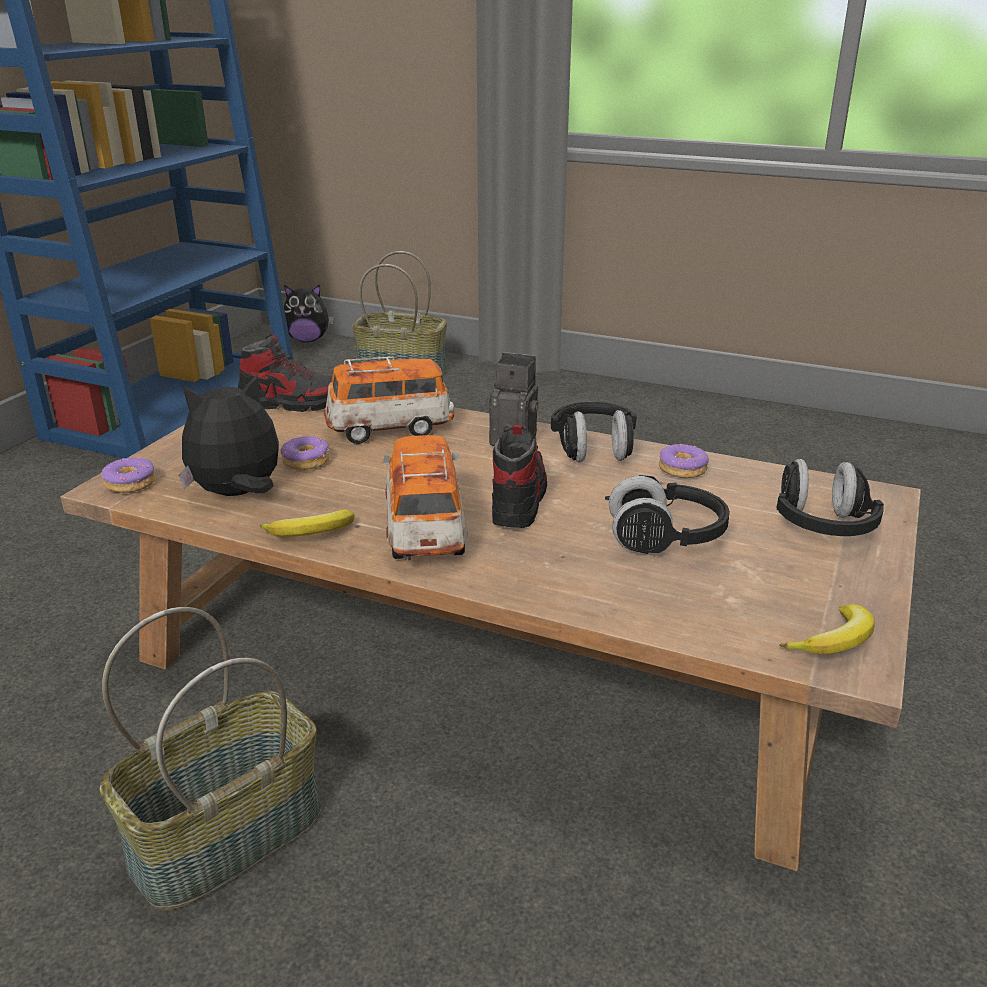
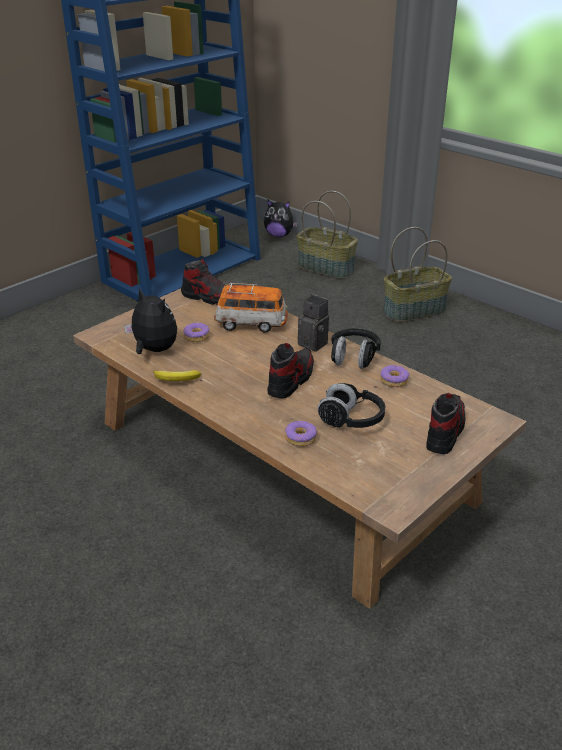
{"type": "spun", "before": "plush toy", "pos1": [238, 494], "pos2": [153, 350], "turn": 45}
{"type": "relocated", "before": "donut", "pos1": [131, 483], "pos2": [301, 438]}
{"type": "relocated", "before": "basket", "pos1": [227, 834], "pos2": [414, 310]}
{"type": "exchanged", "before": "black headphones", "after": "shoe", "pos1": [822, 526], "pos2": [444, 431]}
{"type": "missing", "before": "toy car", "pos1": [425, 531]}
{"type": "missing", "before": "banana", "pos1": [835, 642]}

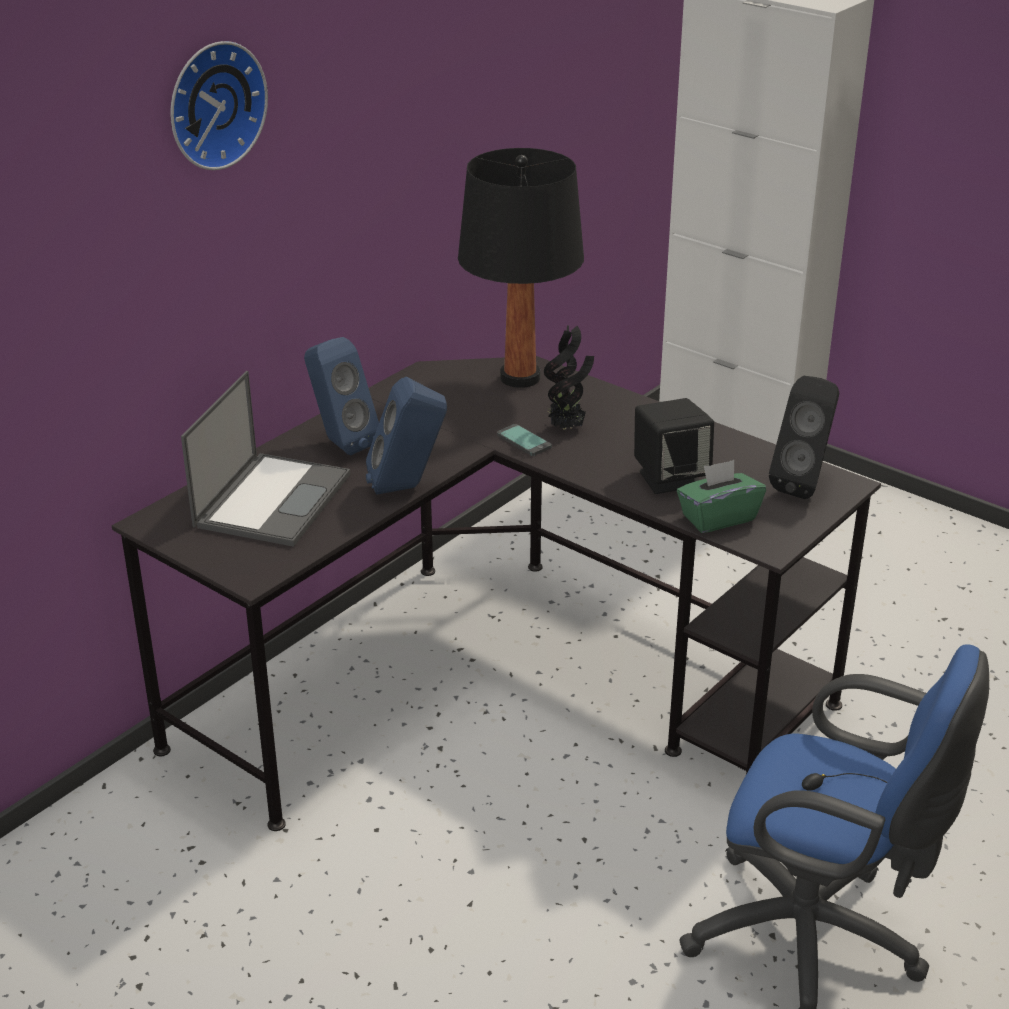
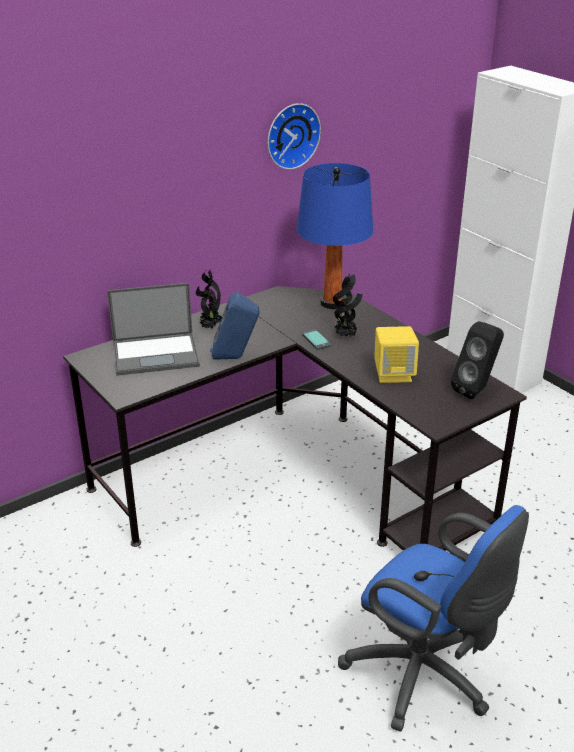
{"type": "spun", "before": "laptop", "pos1": [273, 499], "pos2": [157, 354], "turn": 45}
{"type": "exchanged", "before": "blue speaker", "after": "potted plant", "pos1": [340, 443], "pos2": [210, 327]}
{"type": "relocated", "before": "wall clock", "pos1": [212, 104], "pos2": [291, 135]}
{"type": "colour", "before": "black table lamp", "after": "blue table lamp", "pos1": [520, 378], "pos2": [332, 303]}
{"type": "colour", "before": "black speaker", "after": "yellow speaker", "pos1": [670, 478], "pos2": [394, 374]}
{"type": "missing", "before": "green tissue box", "pos1": [718, 518]}

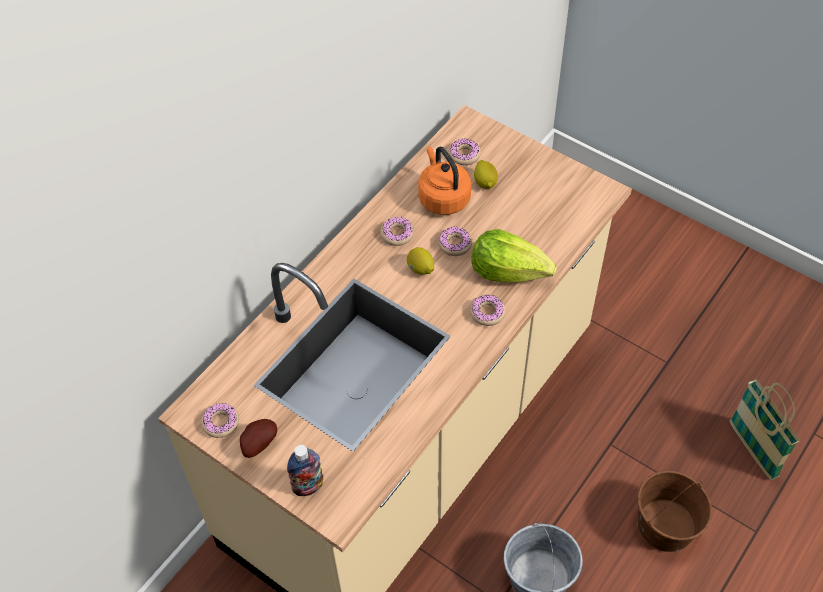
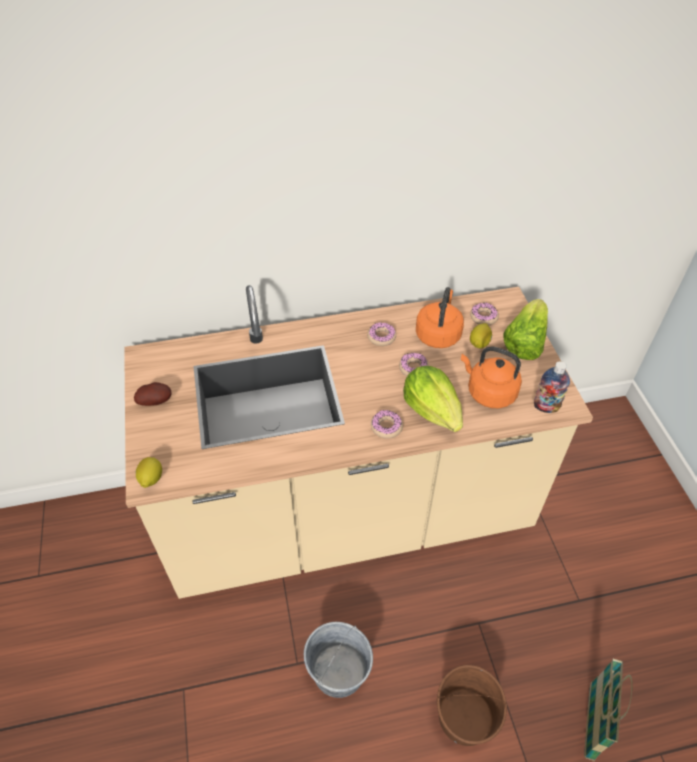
{"type": "relocated", "before": "lemon", "pos1": [420, 269], "pos2": [151, 479]}
{"type": "appeared", "after": "orange kettle", "pos2": [488, 392]}
{"type": "appeared", "after": "lettuce", "pos2": [524, 342]}
{"type": "relocated", "before": "bottle", "pos1": [308, 486], "pos2": [546, 407]}
{"type": "missing", "before": "donut", "pos1": [221, 423]}

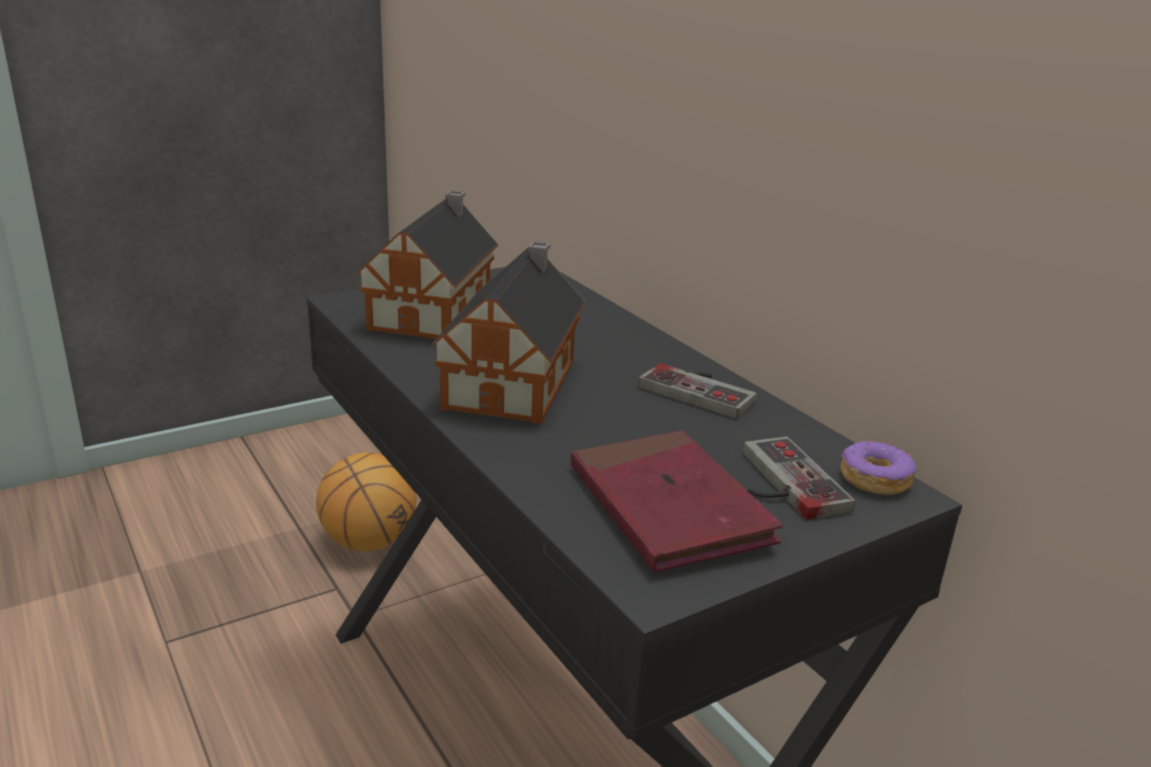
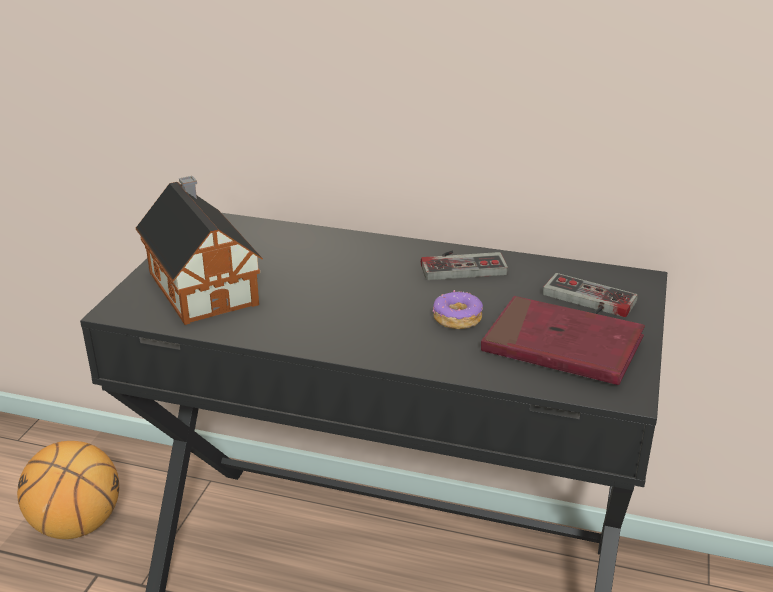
{"type": "relocated", "before": "donut", "pos1": [874, 479], "pos2": [457, 318]}
{"type": "missing", "before": "toy house", "pos1": [514, 381]}

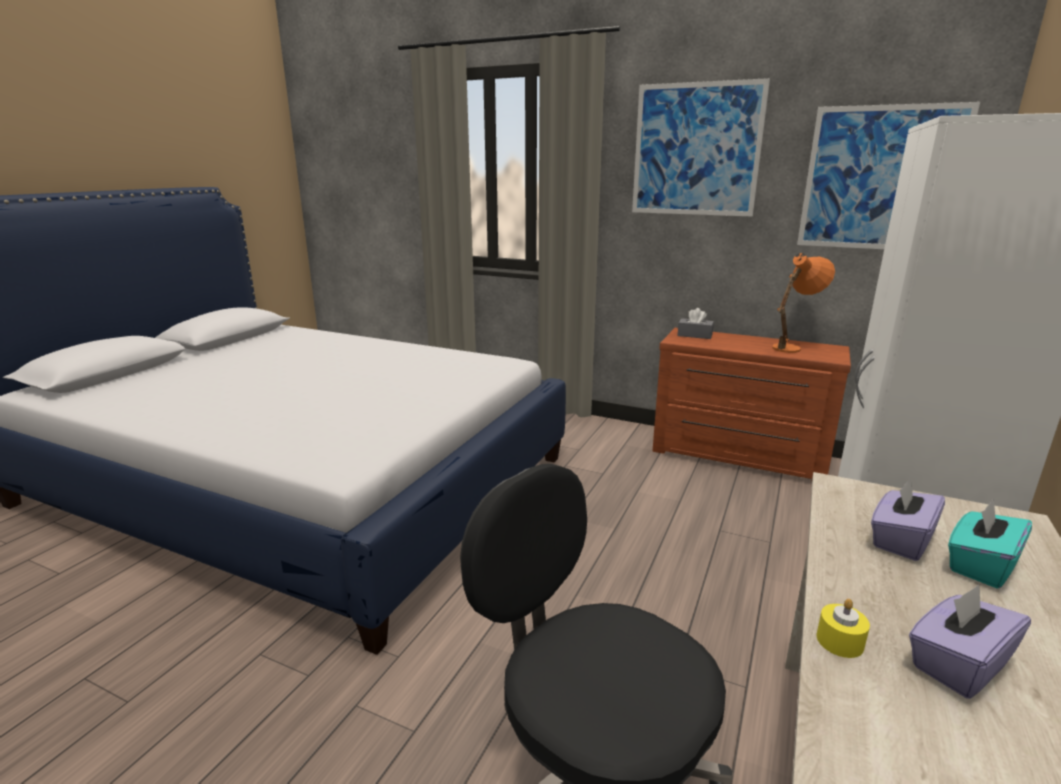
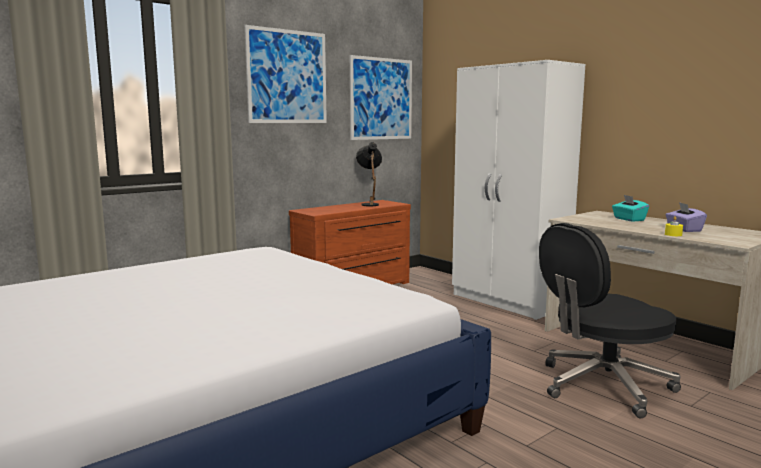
{"type": "colour", "before": "orange table lamp", "after": "black table lamp", "pos1": [793, 347], "pos2": [370, 204]}
{"type": "missing", "before": "grey tissue box", "pos1": [694, 335]}
{"type": "missing", "before": "purple tissue box", "pos1": [900, 540]}

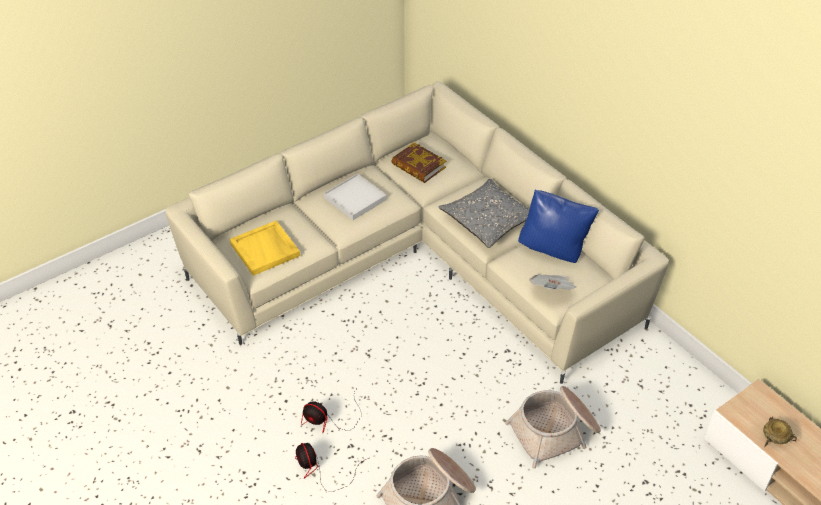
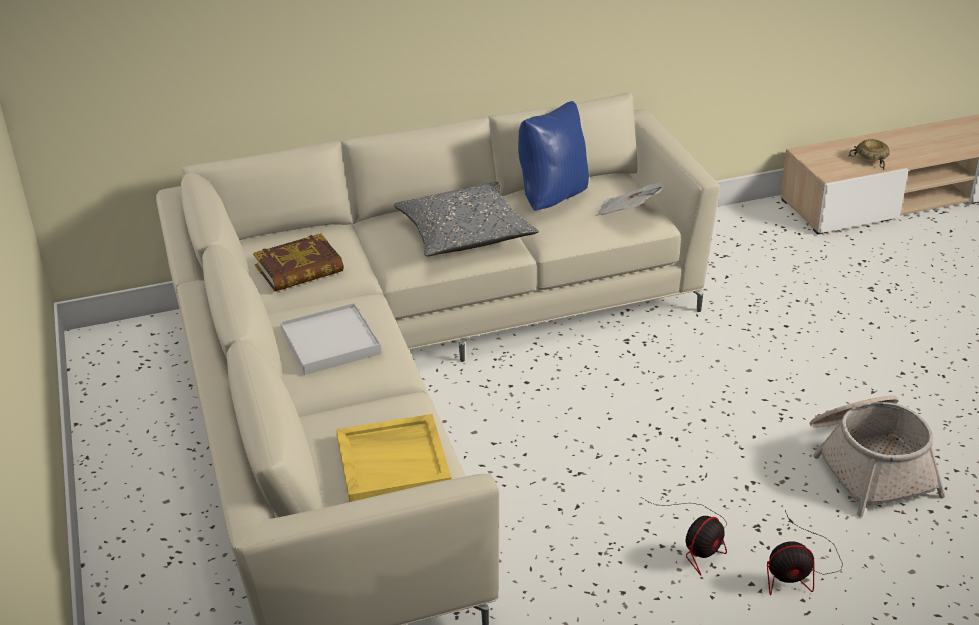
{"type": "missing", "before": "basket", "pos1": [555, 432]}

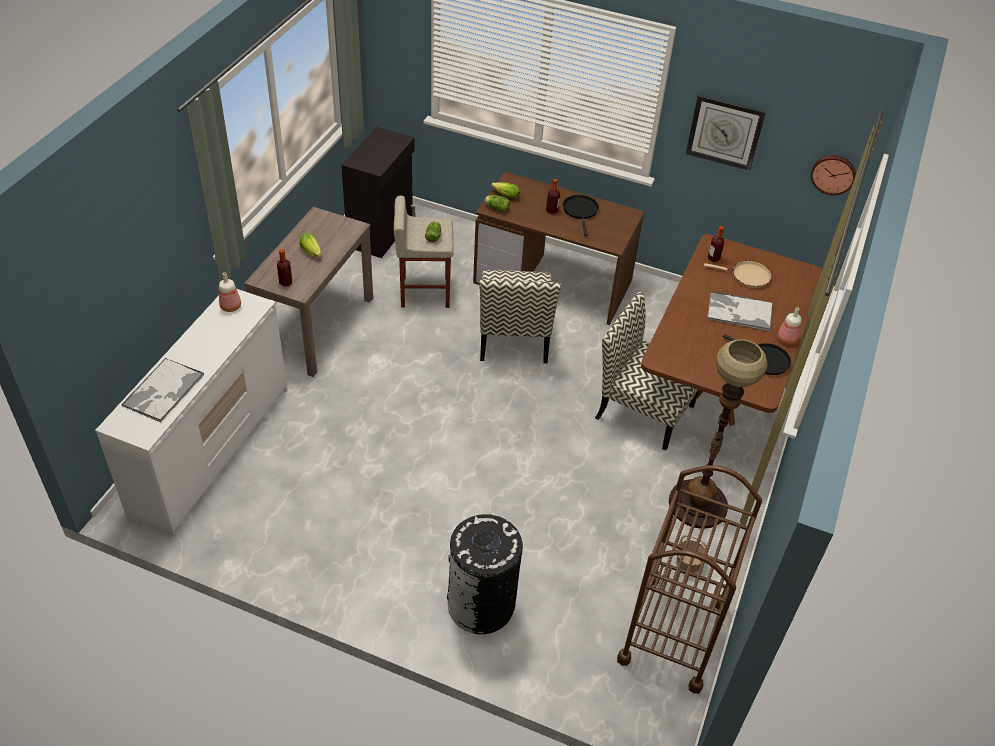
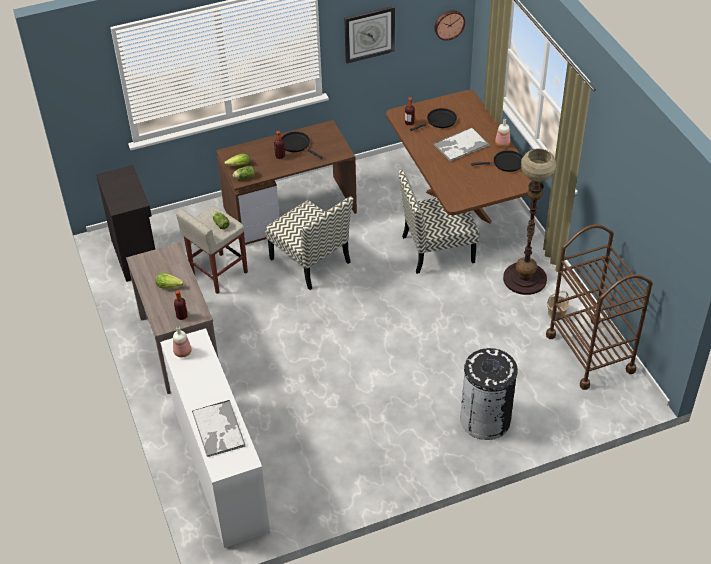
{"type": "colour", "before": "beige frying pan", "after": "black frying pan", "pos1": [747, 276], "pos2": [439, 121]}

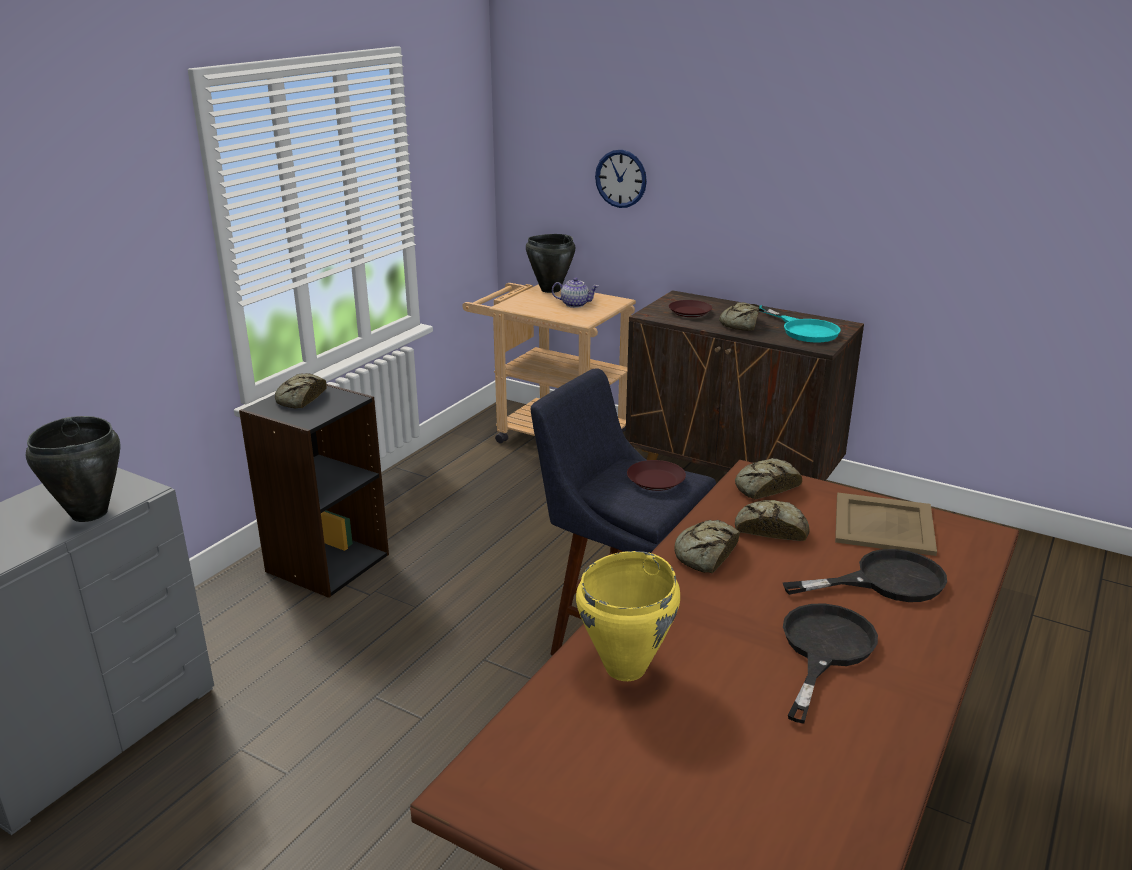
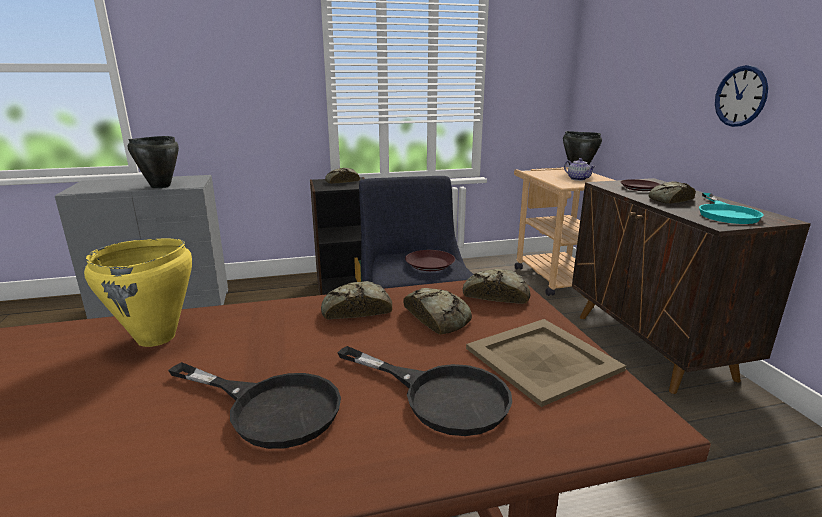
{"type": "spun", "before": "black frying pan", "pos1": [824, 650], "pos2": [270, 407], "turn": 45}
{"type": "relocated", "before": "wall clock", "pos1": [621, 178], "pos2": [740, 96]}

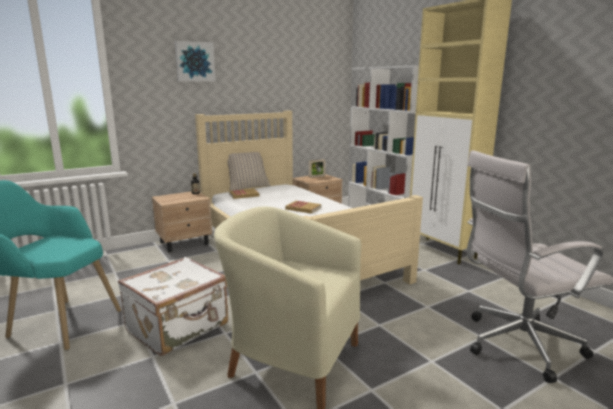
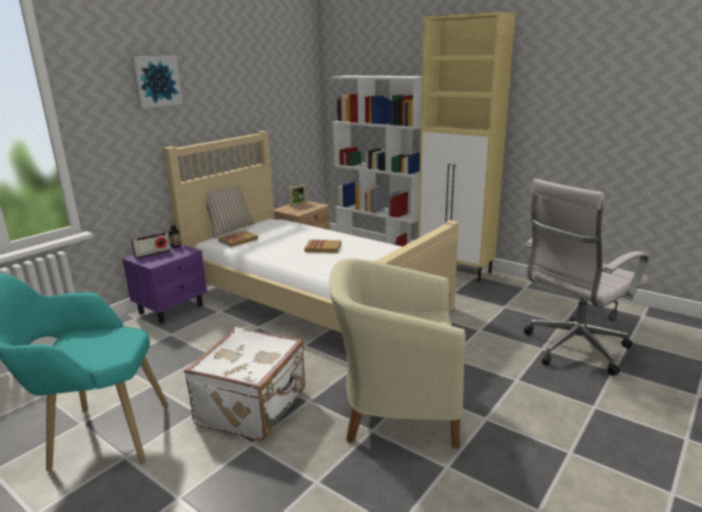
{"type": "colour", "before": "beige nightstand", "after": "purple nightstand", "pos1": [185, 243], "pos2": [172, 308]}
{"type": "appeared", "after": "radio", "pos2": [152, 254]}

